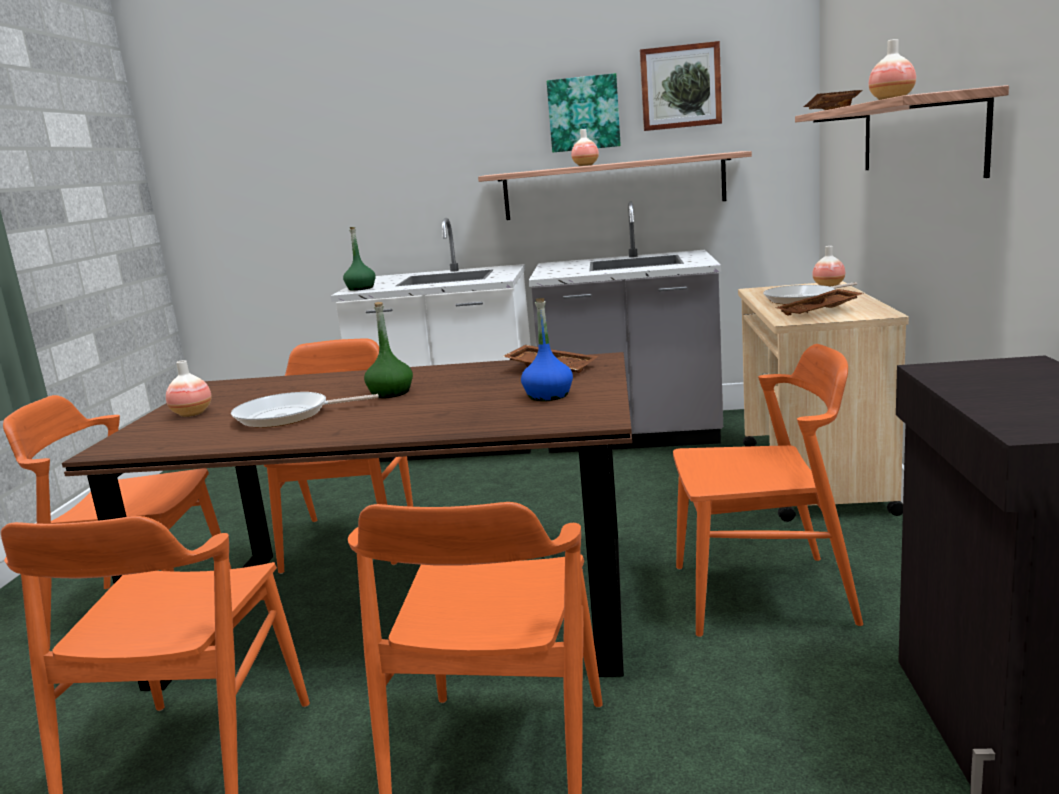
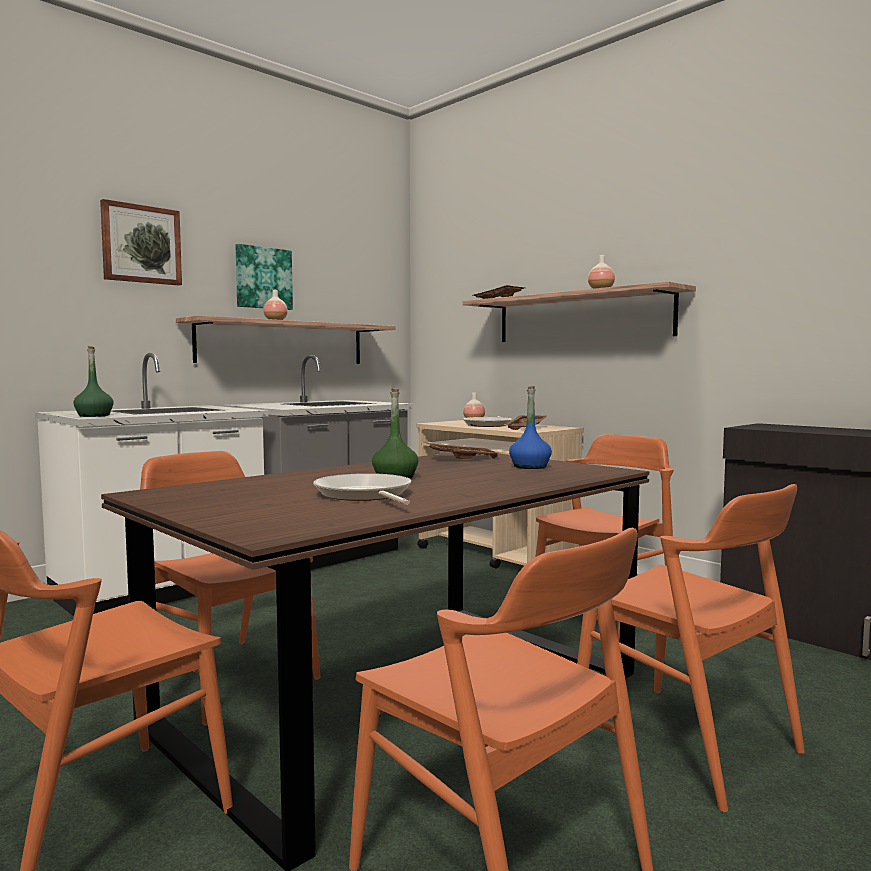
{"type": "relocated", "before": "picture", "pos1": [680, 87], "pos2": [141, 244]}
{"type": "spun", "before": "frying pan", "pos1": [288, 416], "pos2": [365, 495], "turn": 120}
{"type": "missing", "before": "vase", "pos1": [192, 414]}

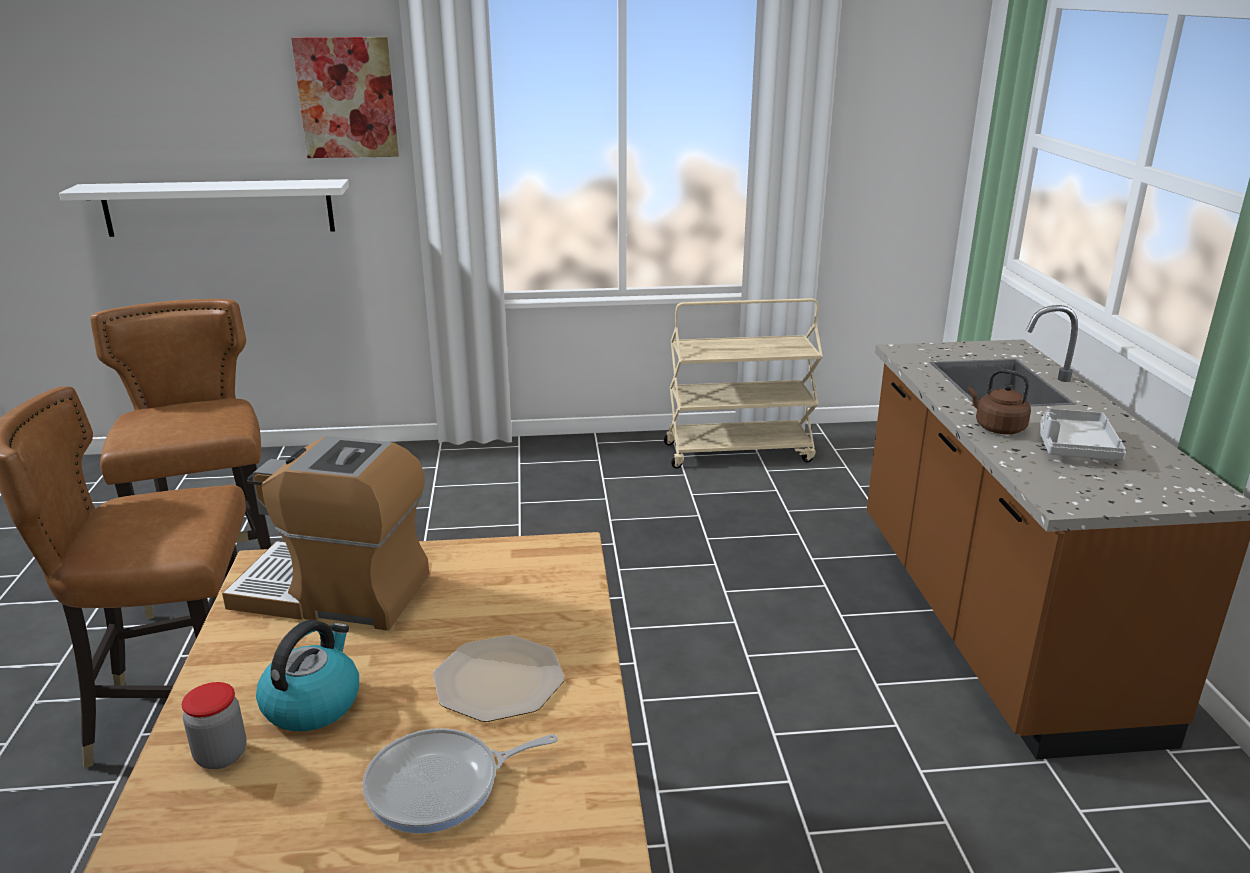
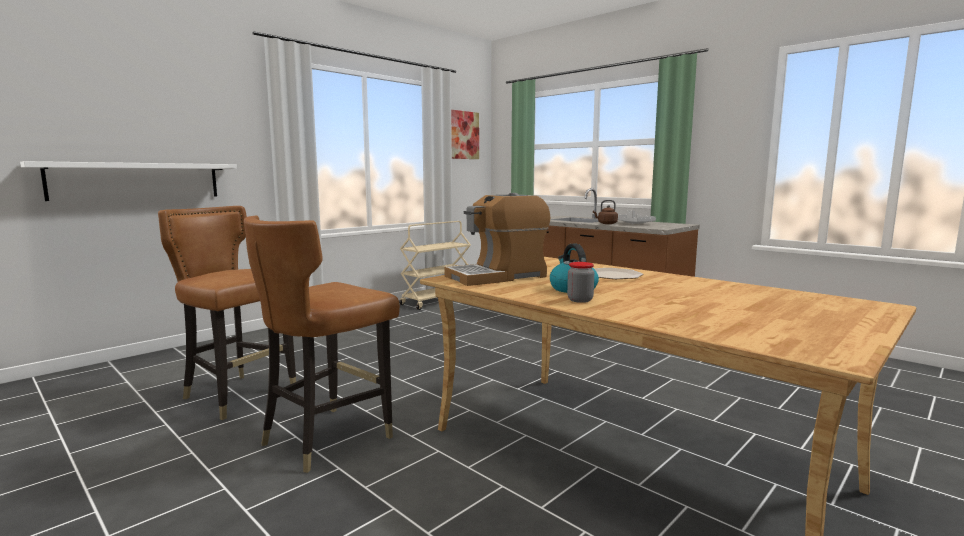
{"type": "relocated", "before": "picture", "pos1": [347, 98], "pos2": [464, 135]}
{"type": "missing", "before": "frying pan", "pos1": [441, 786]}

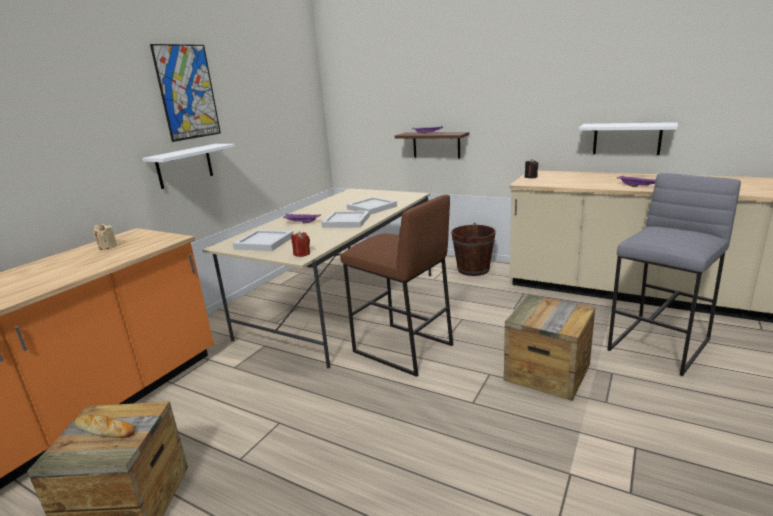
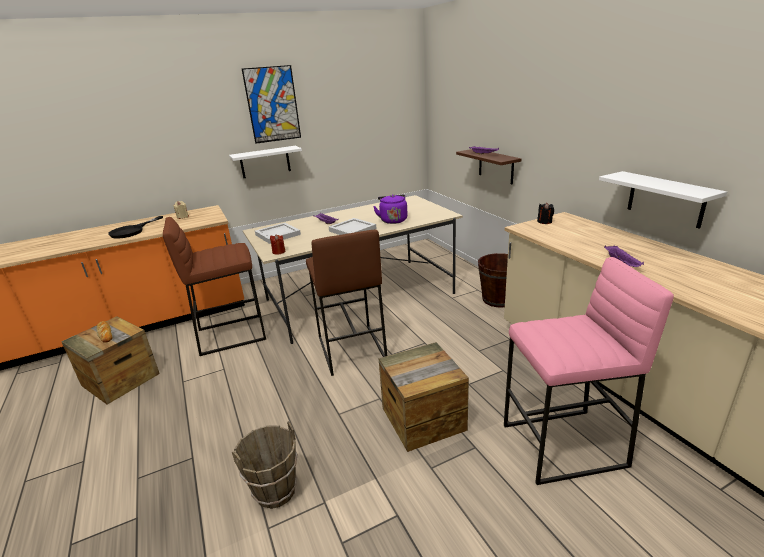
{"type": "appeared", "after": "black frying pan", "pos2": [132, 231]}
{"type": "appeared", "after": "brown stool", "pos2": [231, 334]}
{"type": "appeared", "after": "brown bucket", "pos2": [275, 491]}
{"type": "exchanged", "before": "white tray", "after": "purple kettle", "pos1": [372, 207], "pos2": [393, 220]}
{"type": "colour", "before": "grey stool", "after": "pink stool", "pos1": [660, 345], "pos2": [563, 446]}

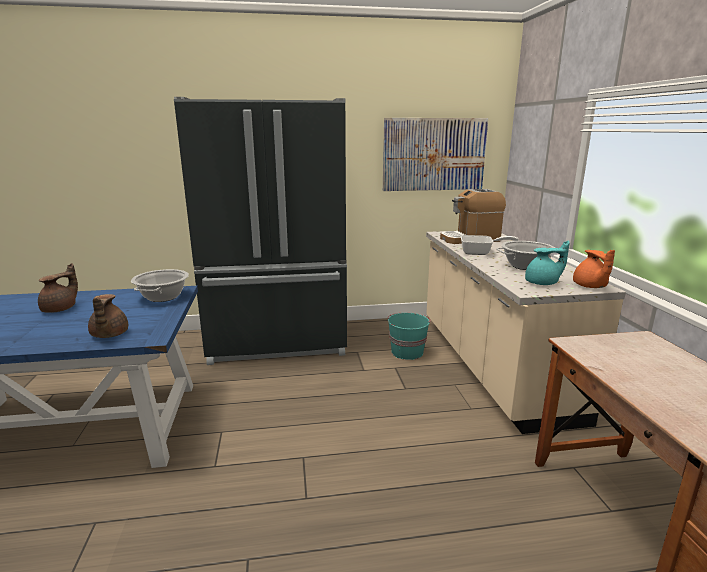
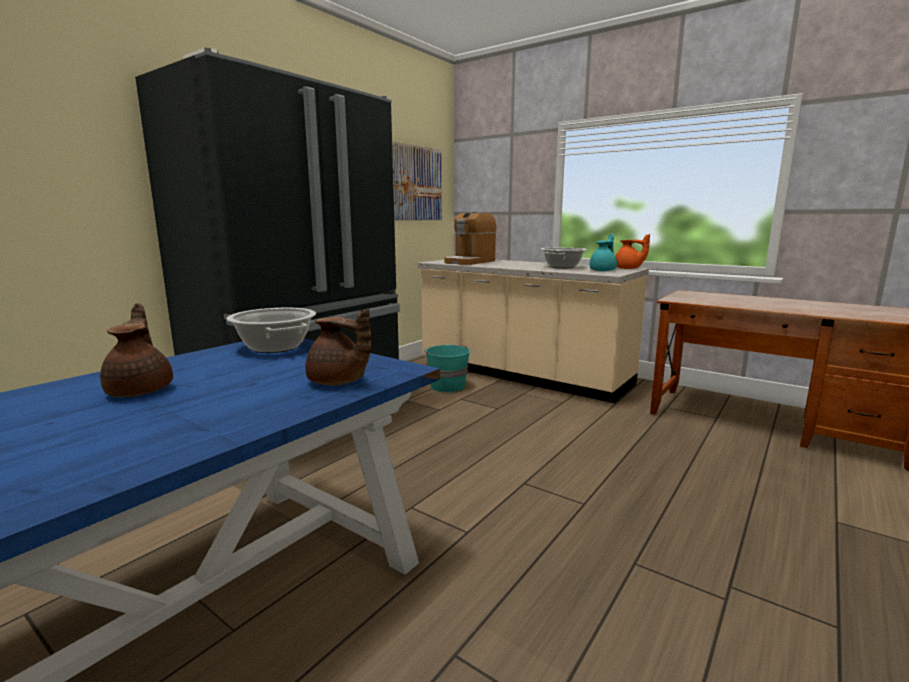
{"type": "missing", "before": "frying pan", "pos1": [480, 253]}

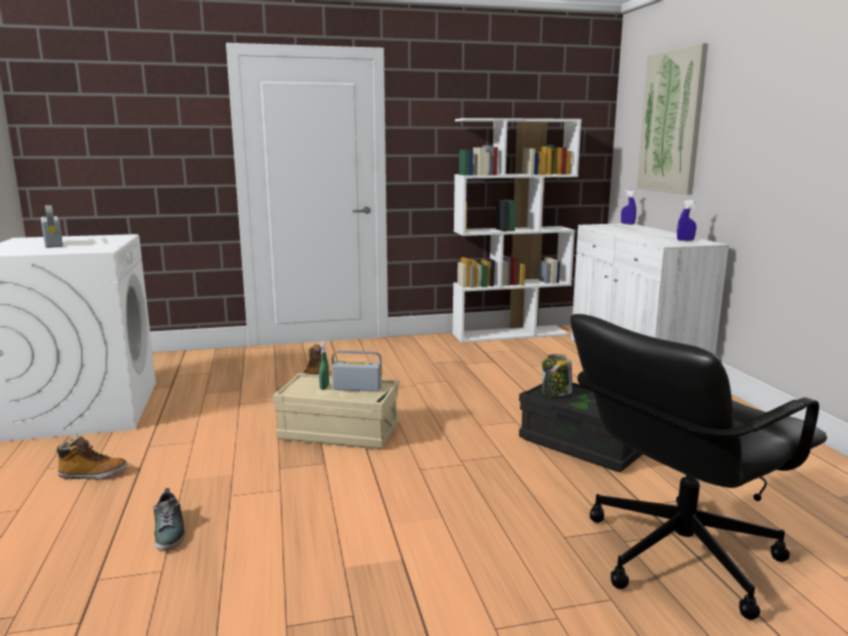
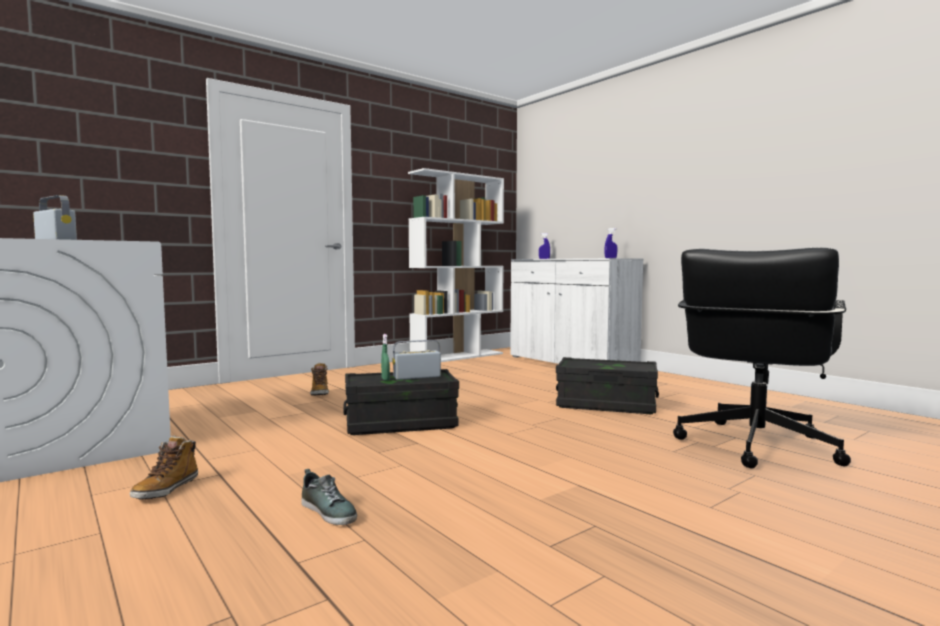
{"type": "spun", "before": "boot", "pos1": [93, 475], "pos2": [166, 489], "turn": 135}
{"type": "colour", "before": "beige storage box", "after": "black storage box", "pos1": [339, 432], "pos2": [400, 423]}
{"type": "missing", "before": "jar", "pos1": [556, 393]}
{"type": "missing", "before": "picture", "pos1": [671, 122]}

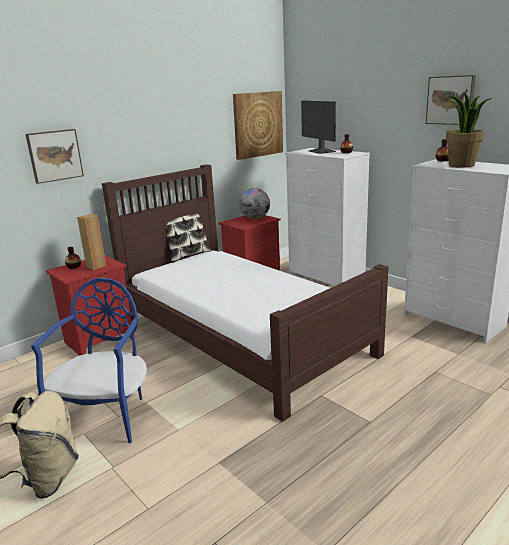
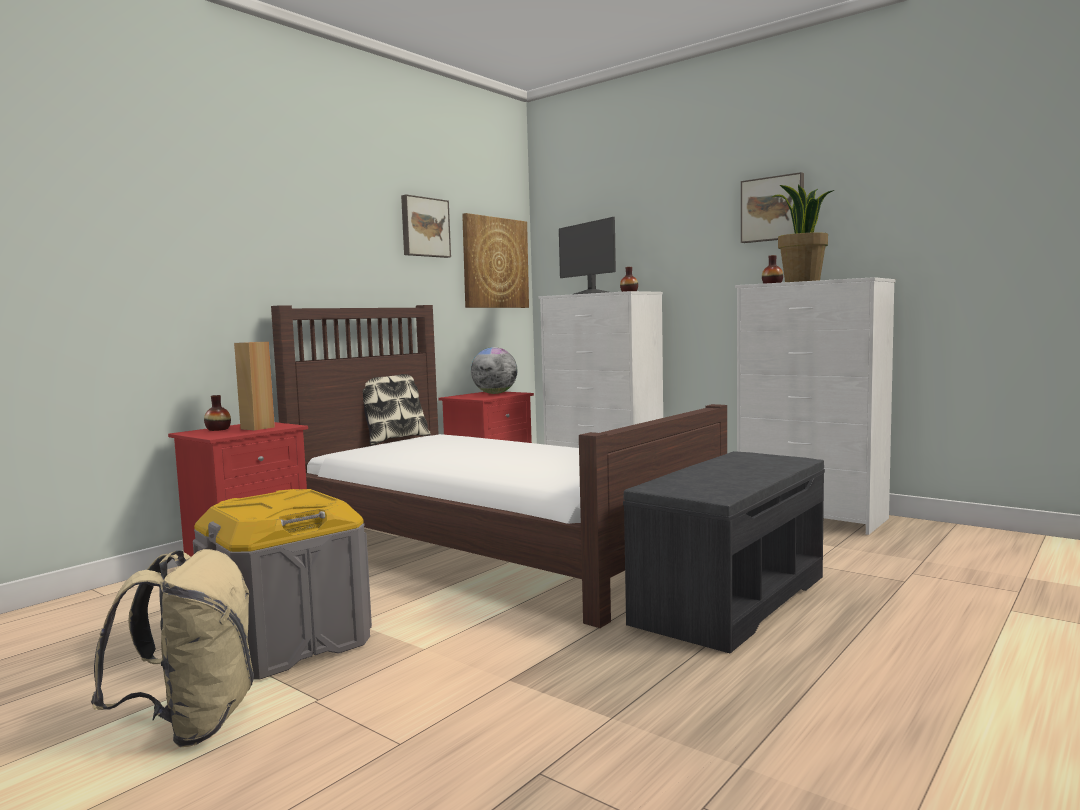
{"type": "exchanged", "before": "blue chair", "after": "grey storage box", "pos1": [107, 416], "pos2": [287, 642]}
{"type": "relocated", "before": "picture", "pos1": [54, 155], "pos2": [424, 227]}
{"type": "appeared", "after": "grey bench", "pos2": [730, 598]}

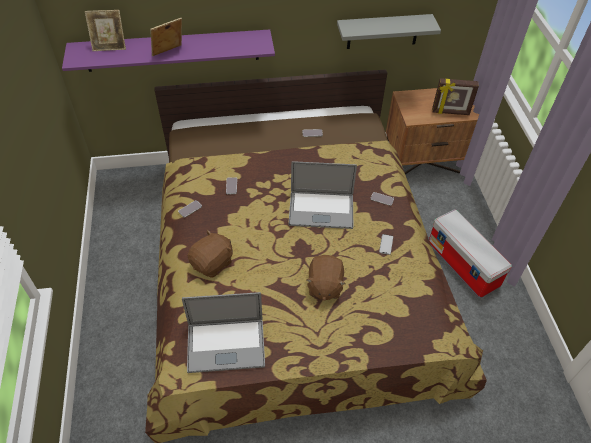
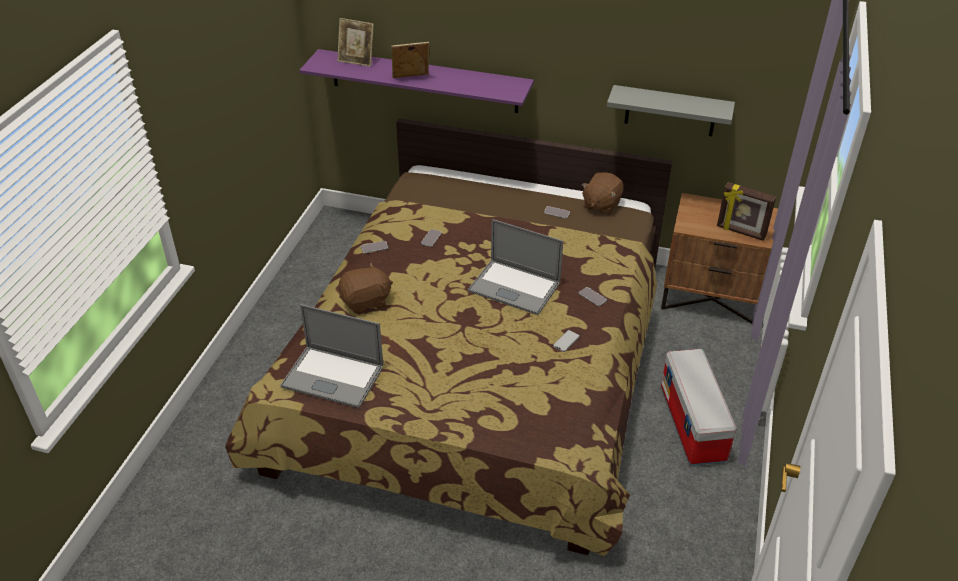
{"type": "relocated", "before": "brown plush toy", "pos1": [324, 286], "pos2": [601, 205]}

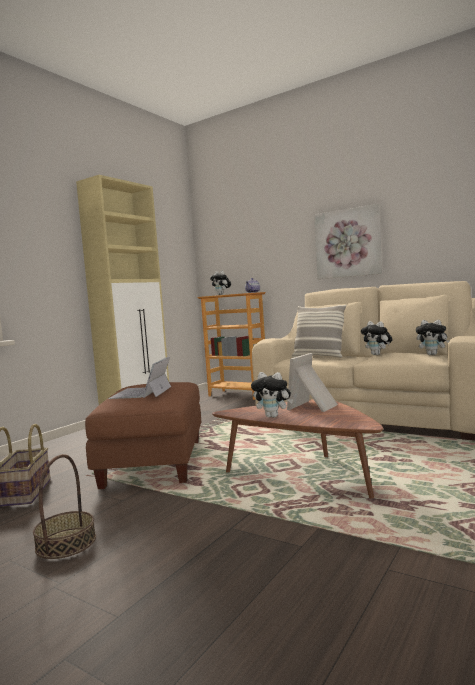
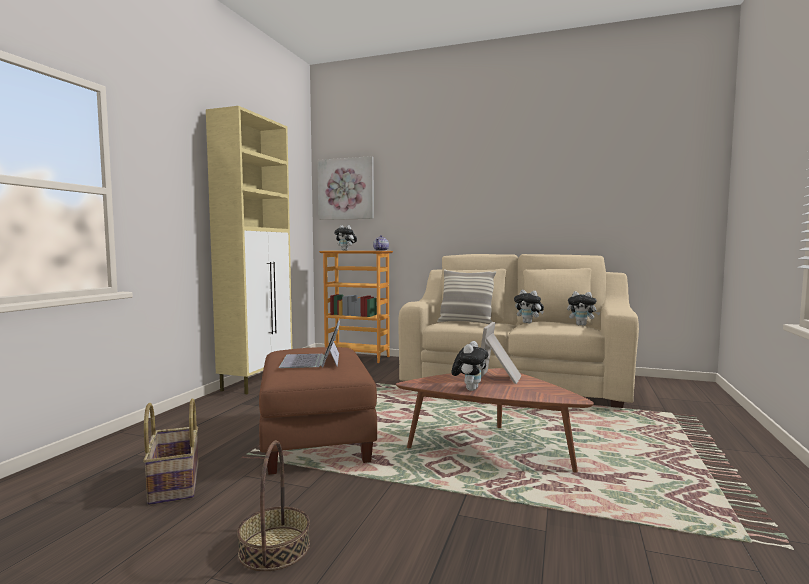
{"type": "relocated", "before": "picture", "pos1": [348, 243], "pos2": [346, 189]}
{"type": "spun", "before": "plush toy", "pos1": [273, 416], "pos2": [469, 389], "turn": -75}

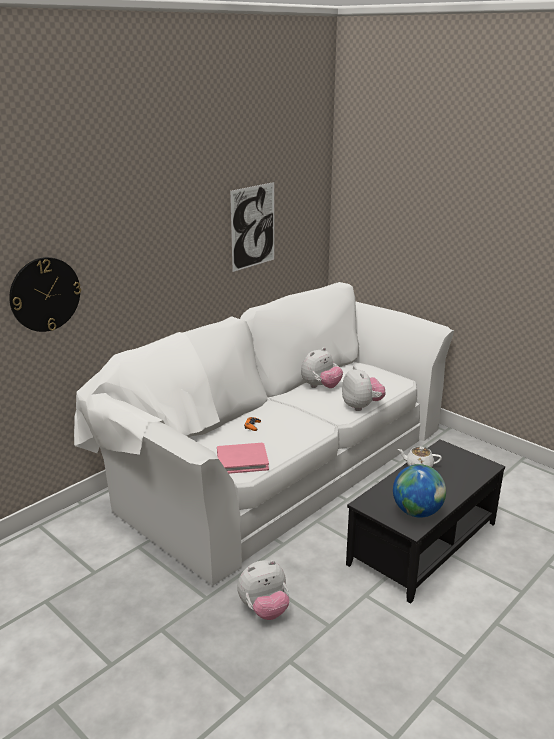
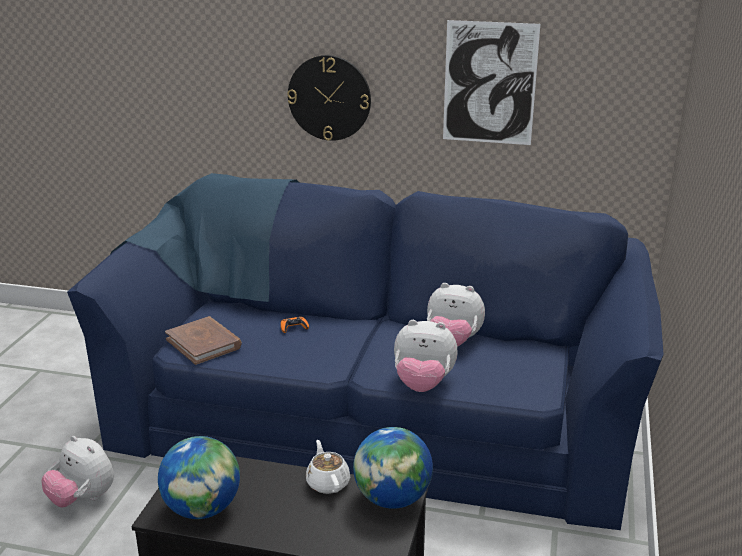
{"type": "colour", "before": "white sofa", "after": "blue sofa", "pos1": [279, 464], "pos2": [372, 416]}
{"type": "colour", "before": "pink book", "after": "brown book", "pos1": [242, 460], "pos2": [204, 343]}
{"type": "relocated", "before": "wall clock", "pos1": [45, 294], "pos2": [329, 98]}
{"type": "appeared", "after": "globe", "pos2": [392, 499]}
{"type": "spun", "before": "plush toy", "pos1": [361, 406], "pos2": [423, 385], "turn": 60}

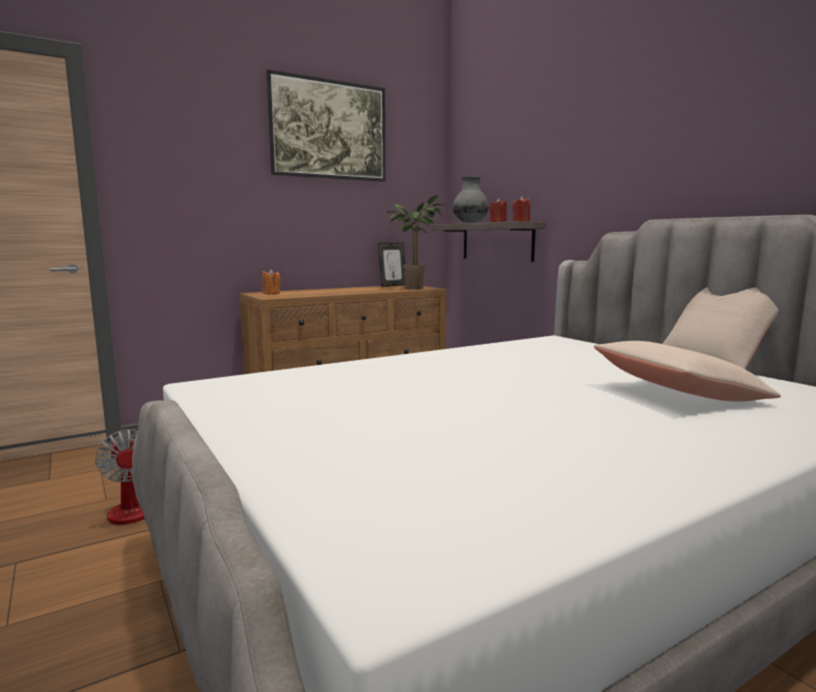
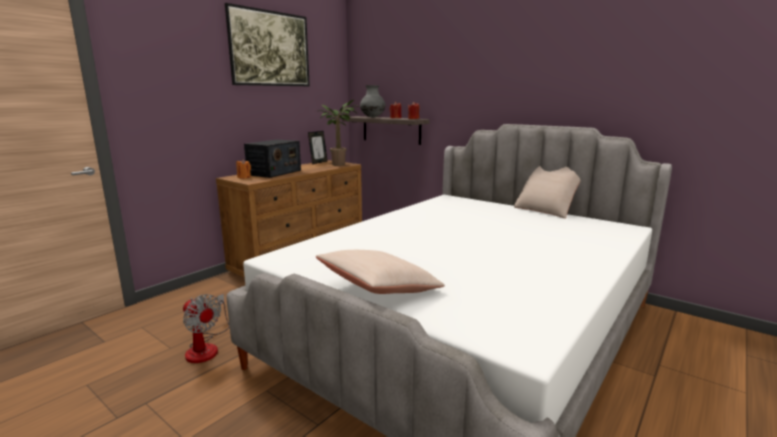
{"type": "appeared", "after": "radio", "pos2": [274, 172]}
{"type": "relocated", "before": "beige pillow", "pos1": [678, 394], "pos2": [379, 289]}

